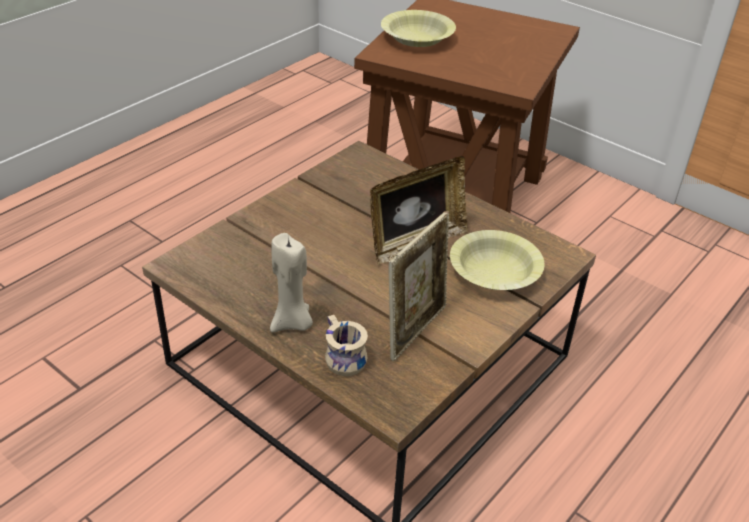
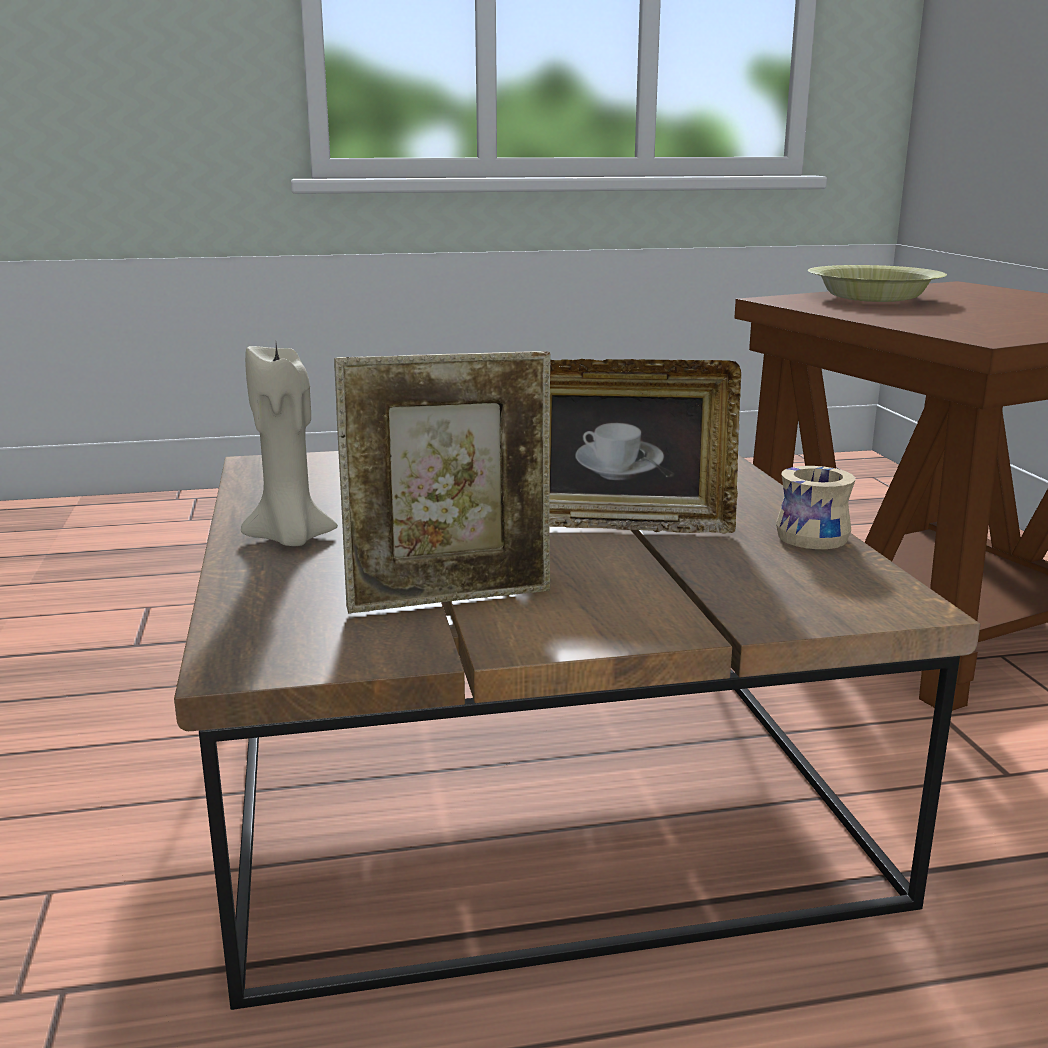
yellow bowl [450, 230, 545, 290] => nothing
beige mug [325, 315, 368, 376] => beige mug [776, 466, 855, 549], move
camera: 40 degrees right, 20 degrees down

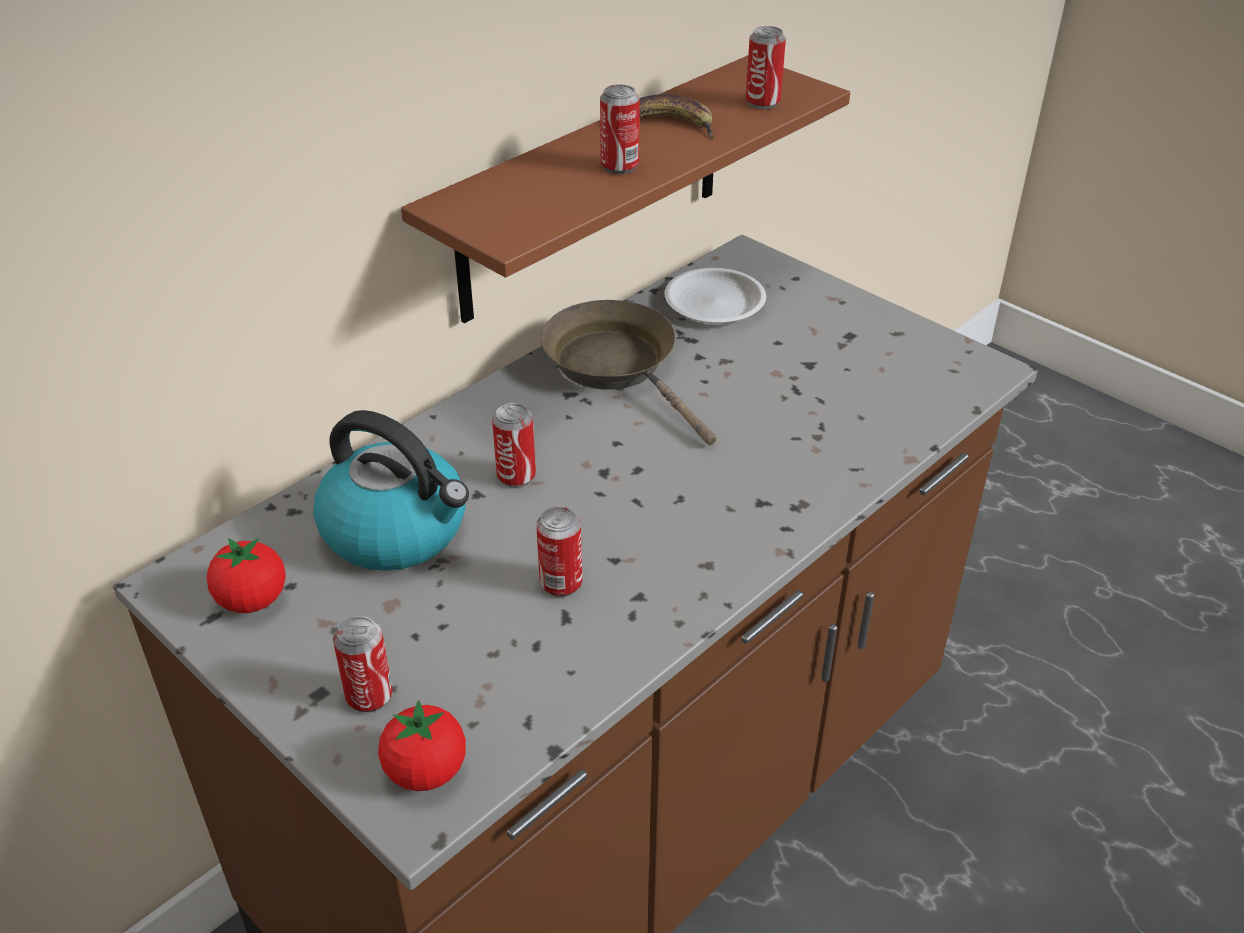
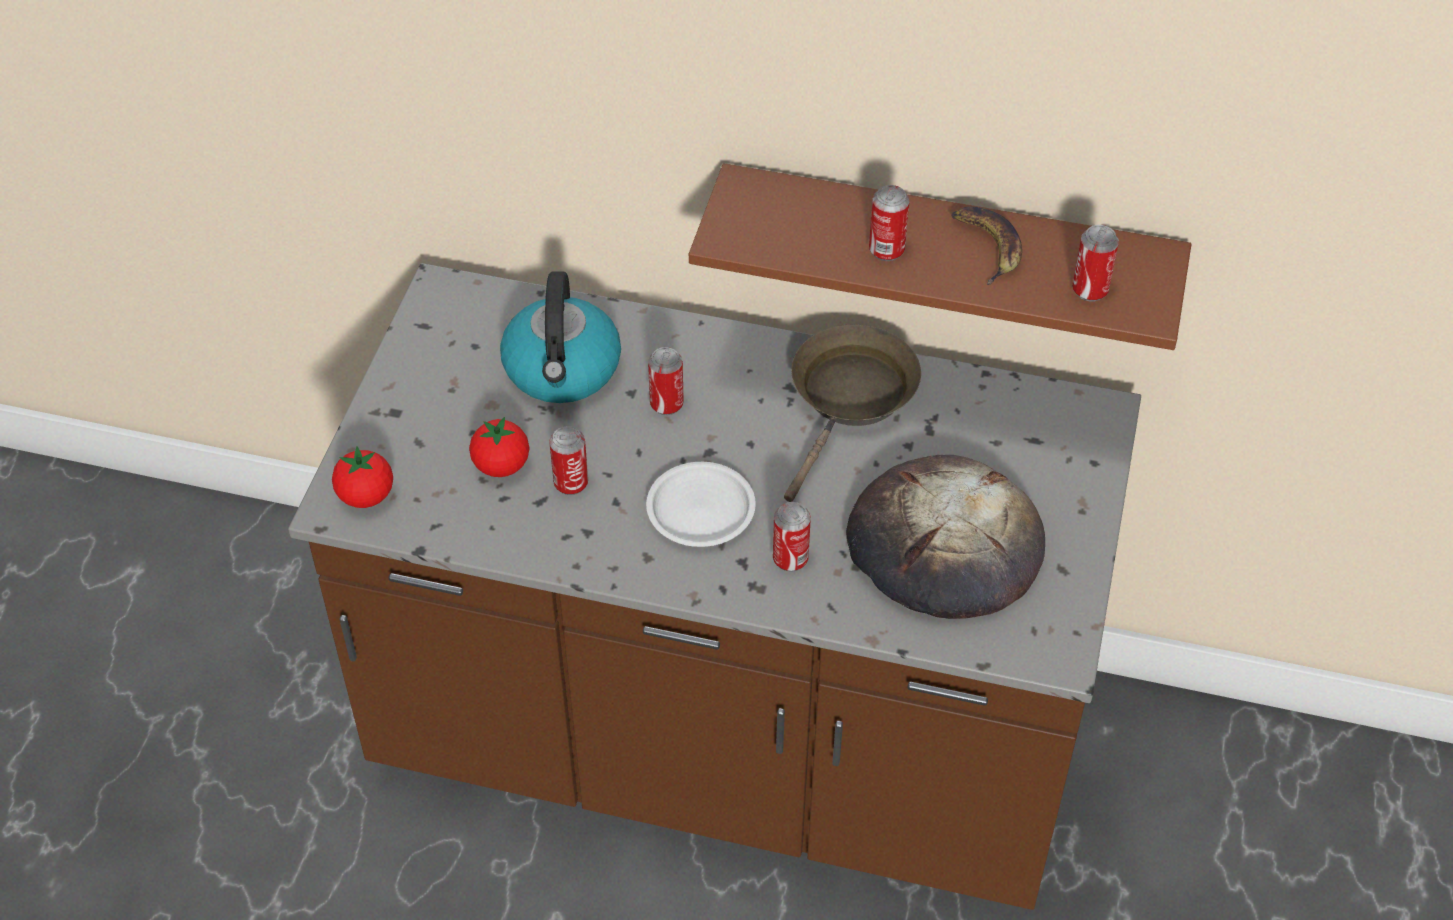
nothing => bread [846, 455, 1045, 619]
tomato [207, 538, 286, 613] => tomato [469, 417, 529, 477], move
can [333, 616, 393, 712] => can [773, 502, 811, 572], move
white plate [664, 268, 766, 323] => white plate [646, 462, 756, 547], move
camera: 60 degrees right, 10 degrees up

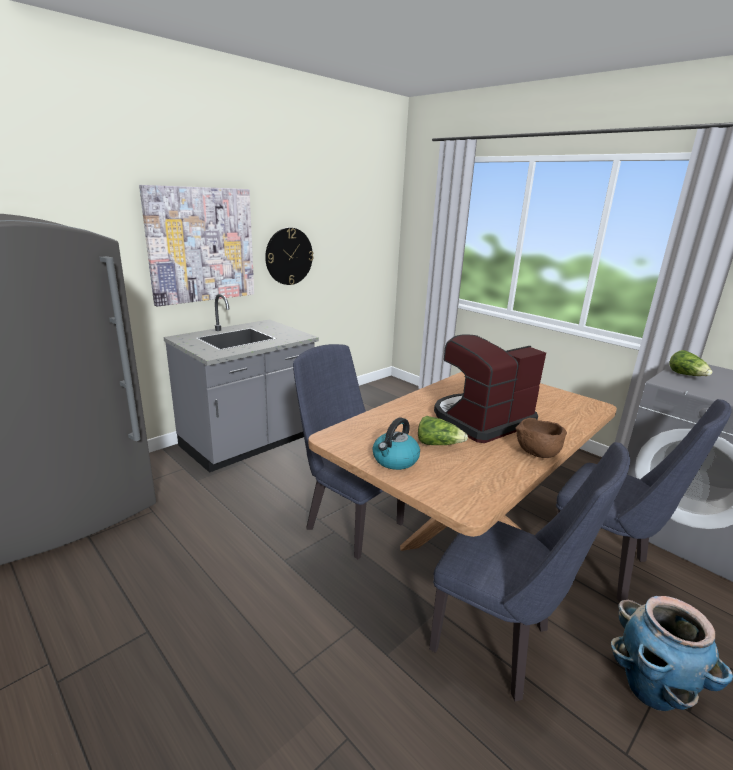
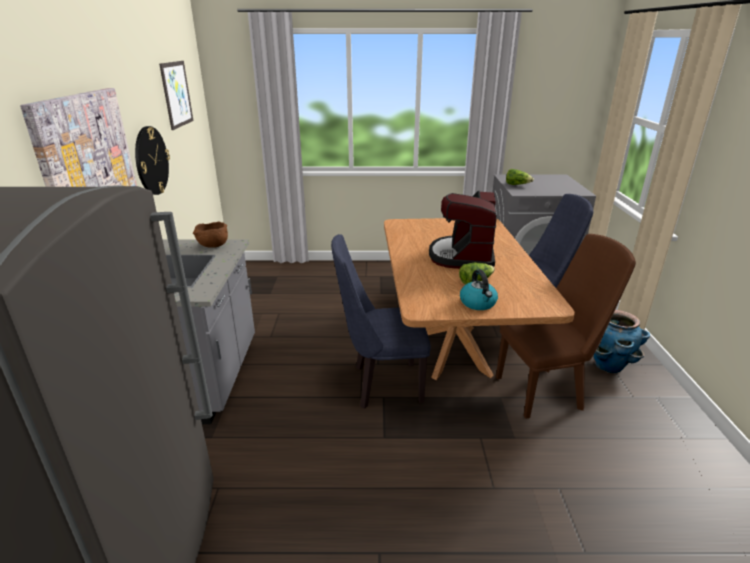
nothing => picture [159, 61, 194, 130]
brown bowl [515, 418, 567, 458] => brown bowl [193, 221, 228, 248], move
blue chair [429, 442, 630, 702] => brown chair [496, 234, 636, 419]
camera: 45 degrees left, 5 degrees up

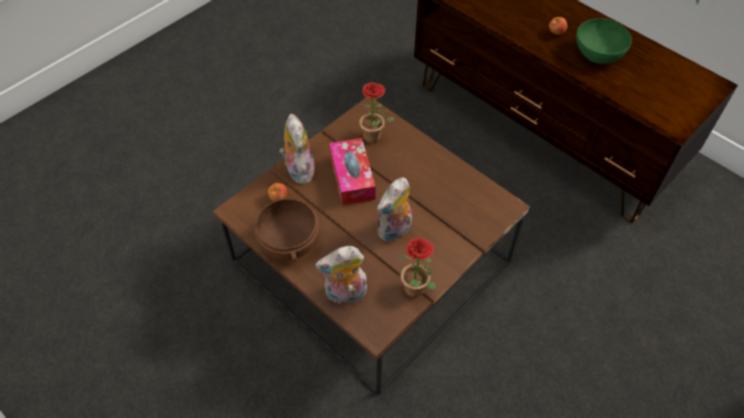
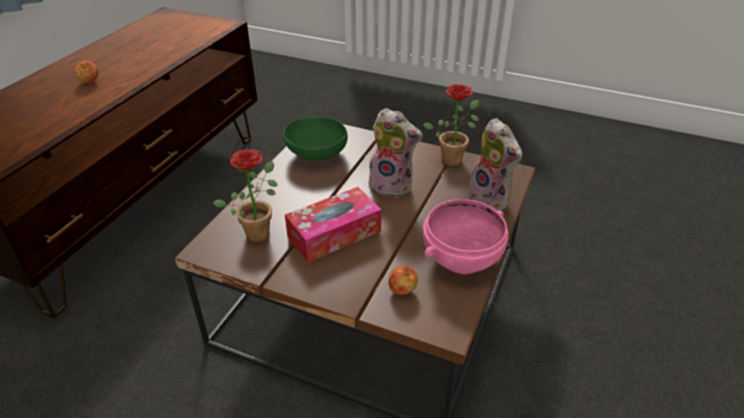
plush toy [279, 114, 315, 184] => nothing
green bowl [576, 18, 632, 64] => green bowl [283, 117, 348, 160], move
brown bowl [254, 197, 320, 262] => pink bowl [423, 199, 508, 274]
camera: 110 degrees left, 15 degrees down

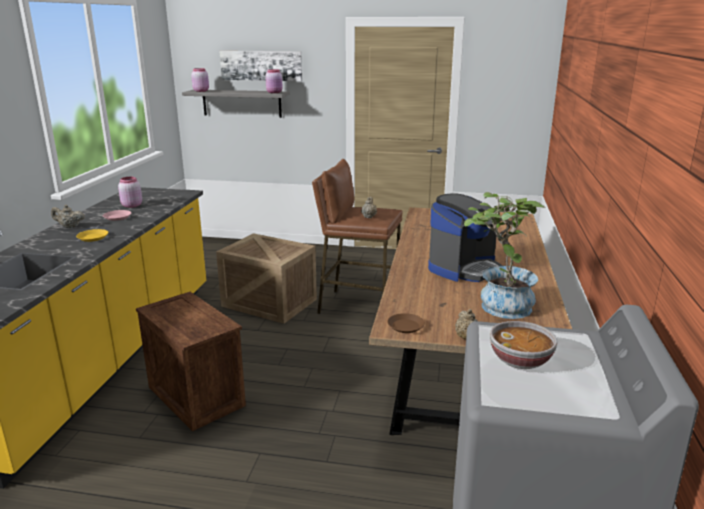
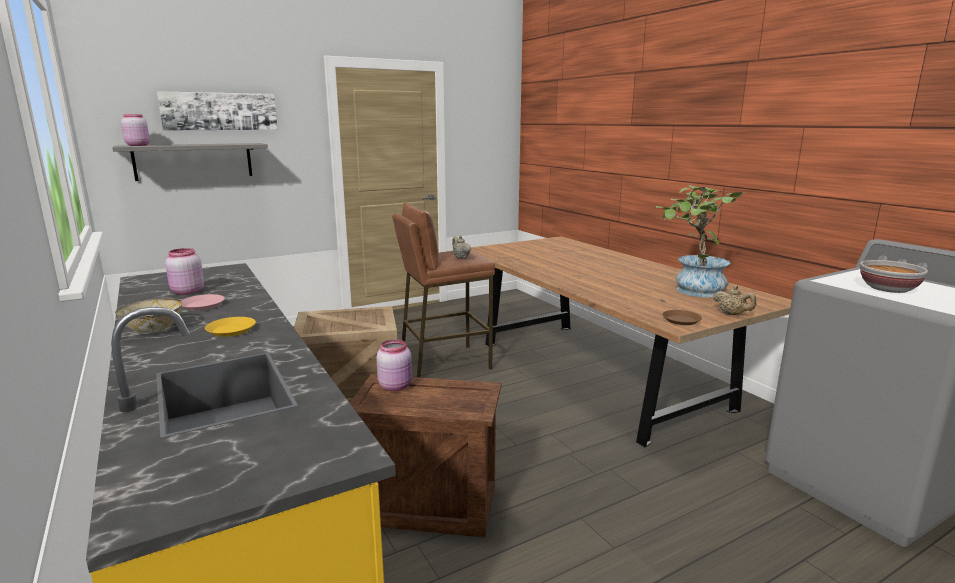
coffee machine [428, 193, 502, 282] => nothing
pink jar [265, 69, 283, 93] => pink jar [376, 339, 412, 391], move
beige teapot [51, 205, 85, 228] => bowl [115, 298, 182, 333]
camera: 40 degrees left, 5 degrees down

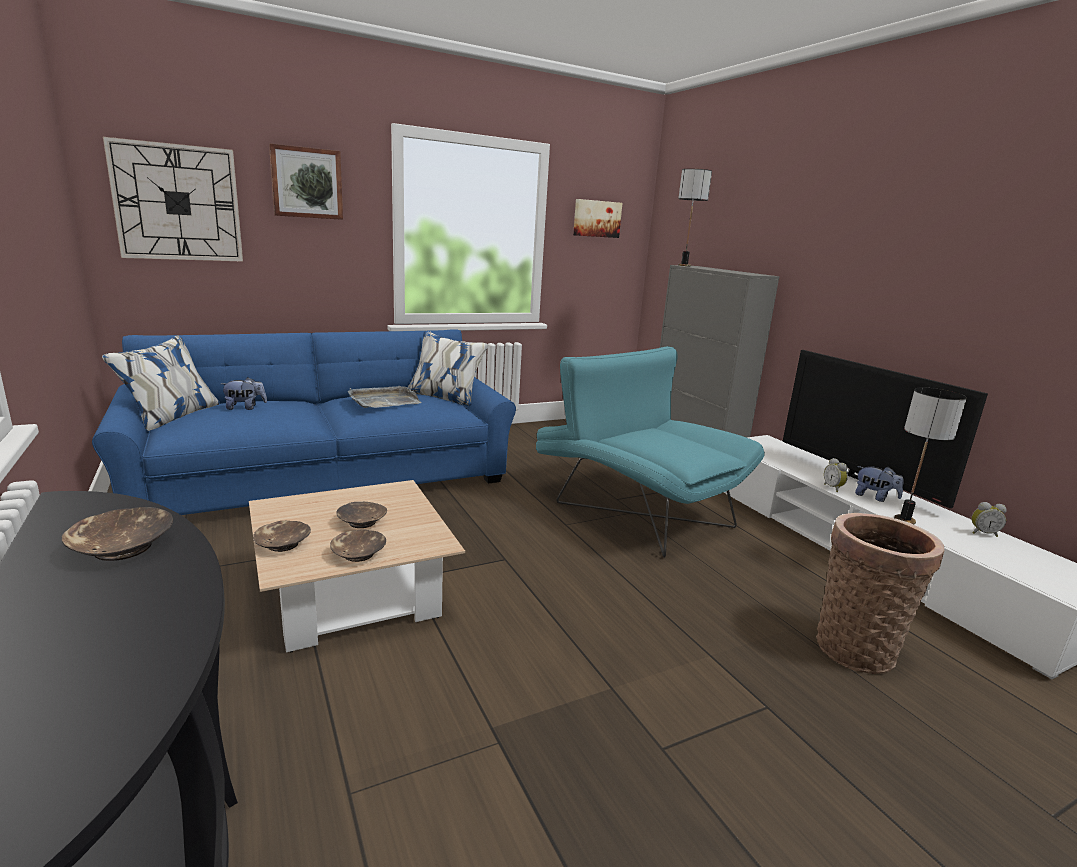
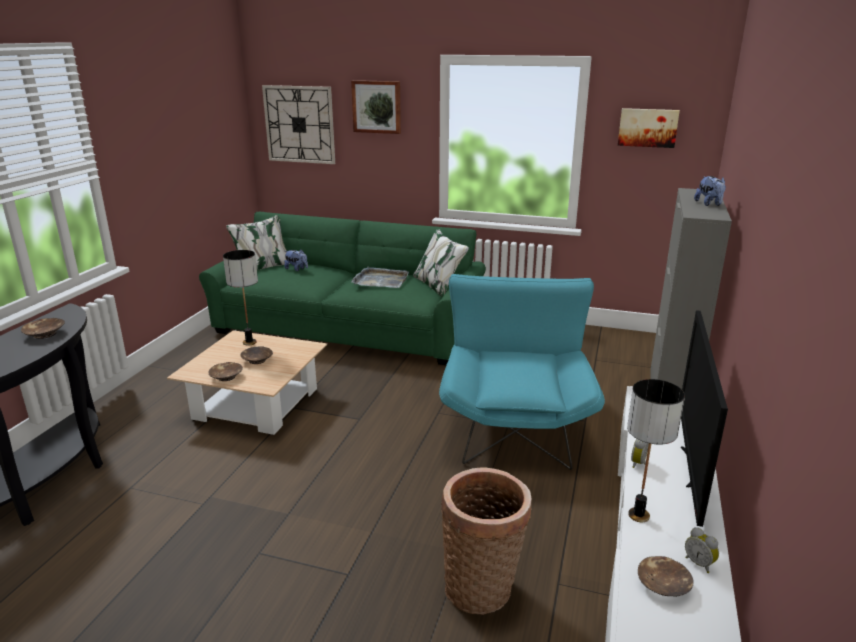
brown bowl [253, 521, 311, 552] => brown bowl [638, 556, 694, 597], move
table lamp [678, 169, 712, 266] => table lamp [223, 250, 258, 346], move
plush toy [855, 466, 904, 502] => plush toy [694, 176, 726, 206], move
blue sofa [92, 329, 516, 515] => green sofa [199, 212, 486, 365]
camera: 45 degrees right, 5 degrees up

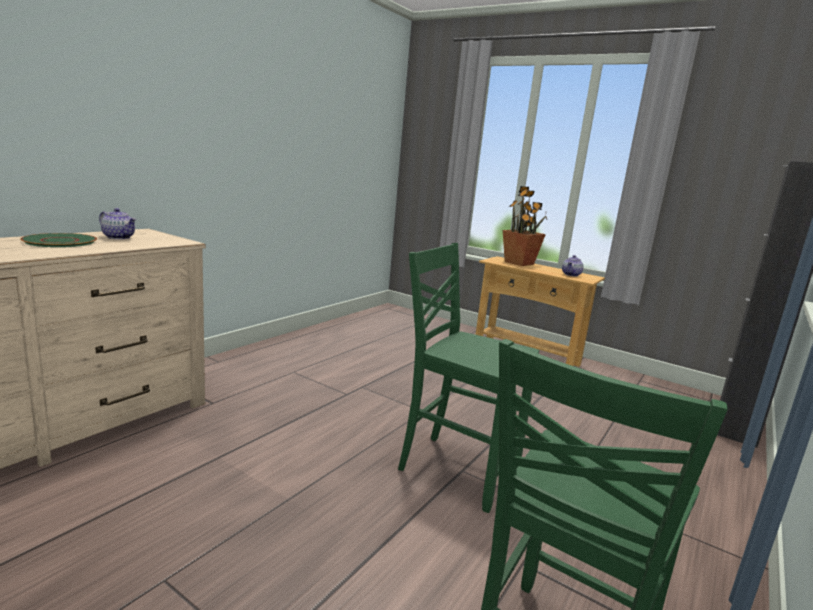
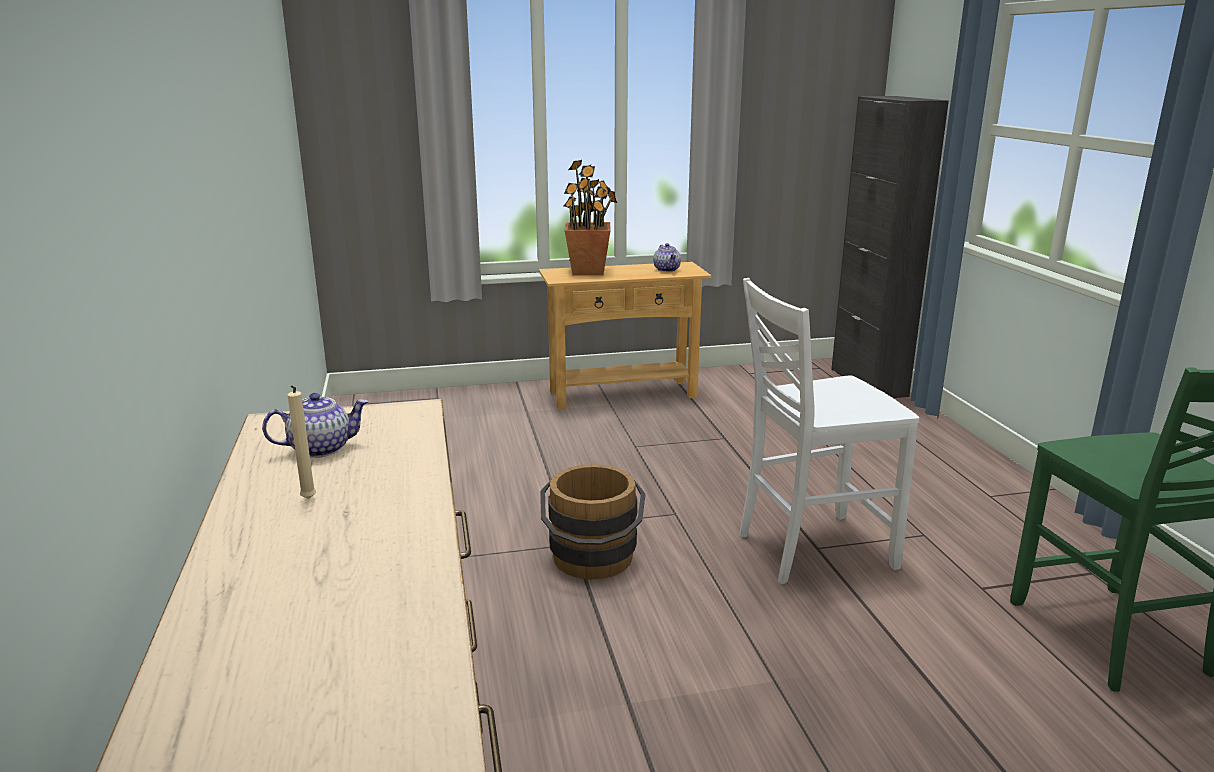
nothing => brown bucket [540, 464, 645, 579]
green plate [20, 233, 97, 247] => beige candle [287, 385, 316, 499]
green chair [398, 243, 539, 513] => white chair [739, 278, 919, 584]
camera: 45 degrees left, 5 degrees up

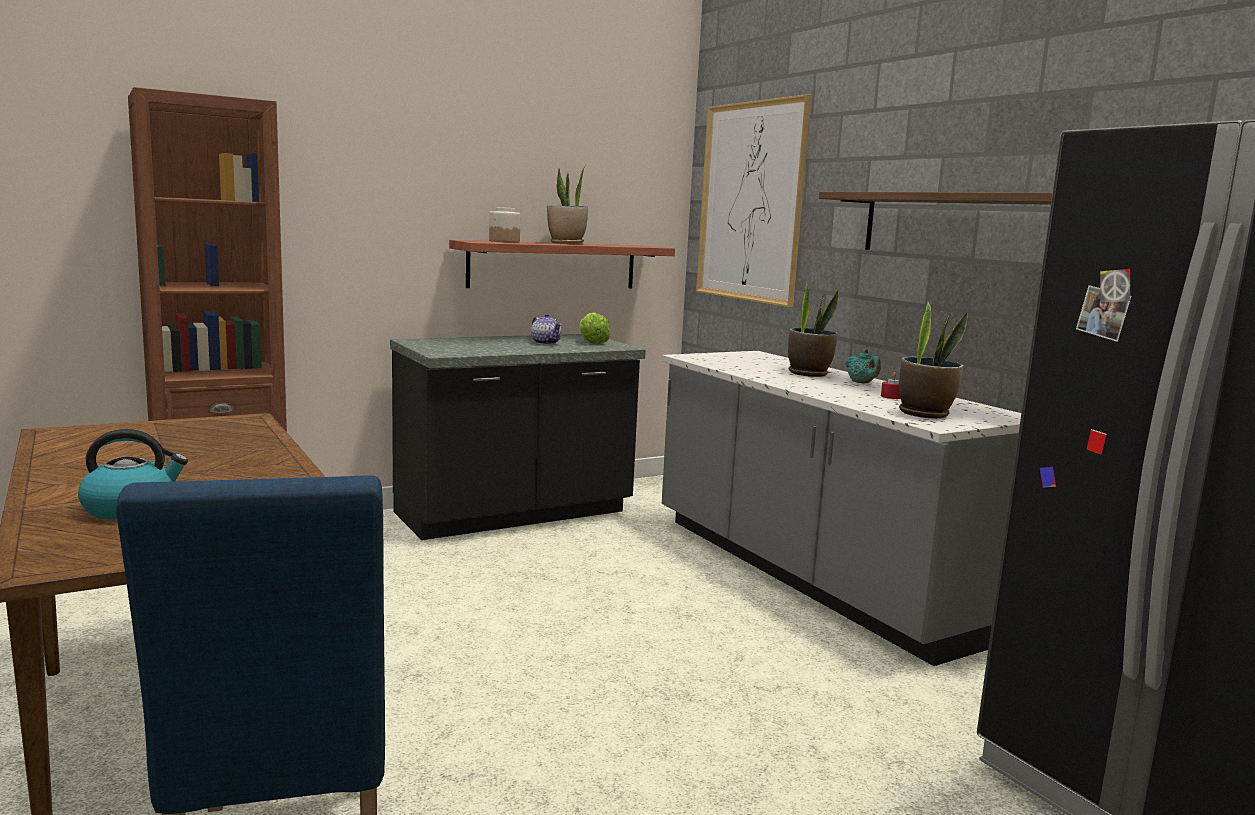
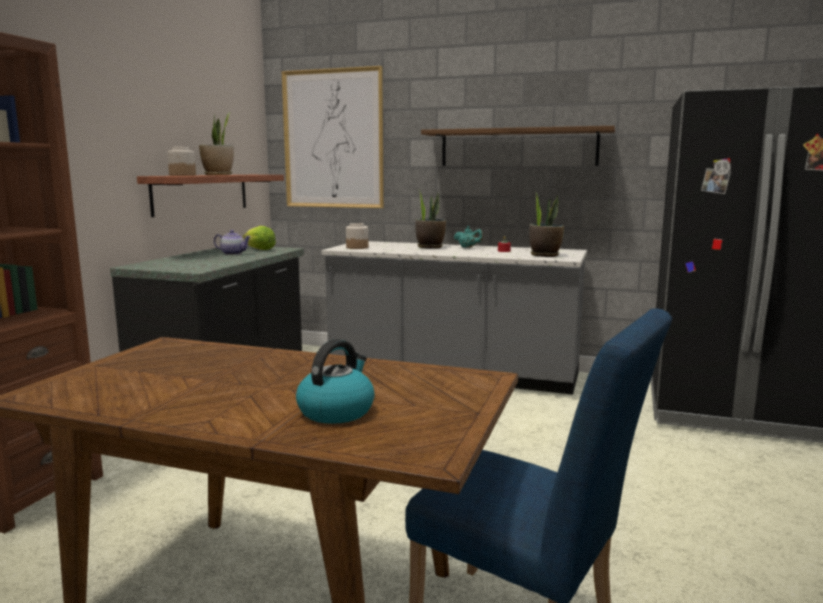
nothing => jar [346, 223, 368, 249]
camera: 40 degrees left, 0 degrees up

